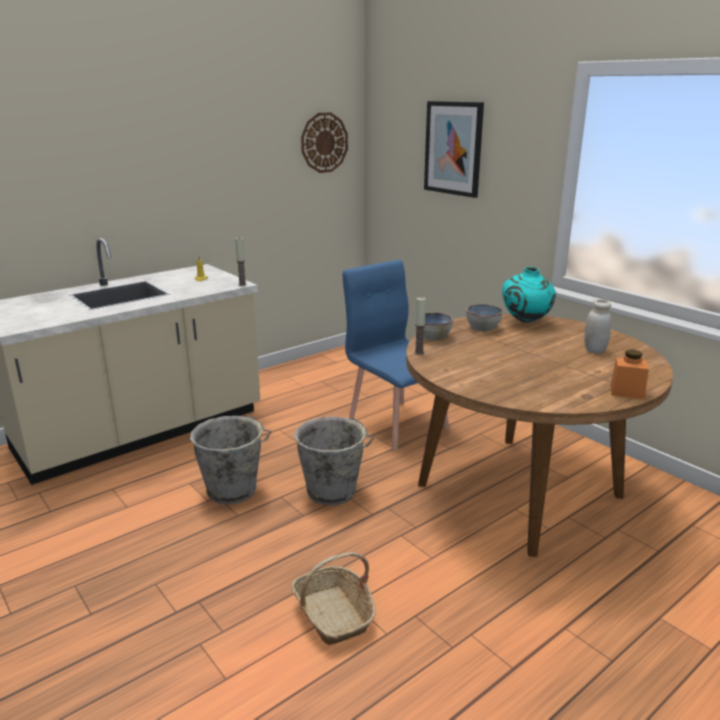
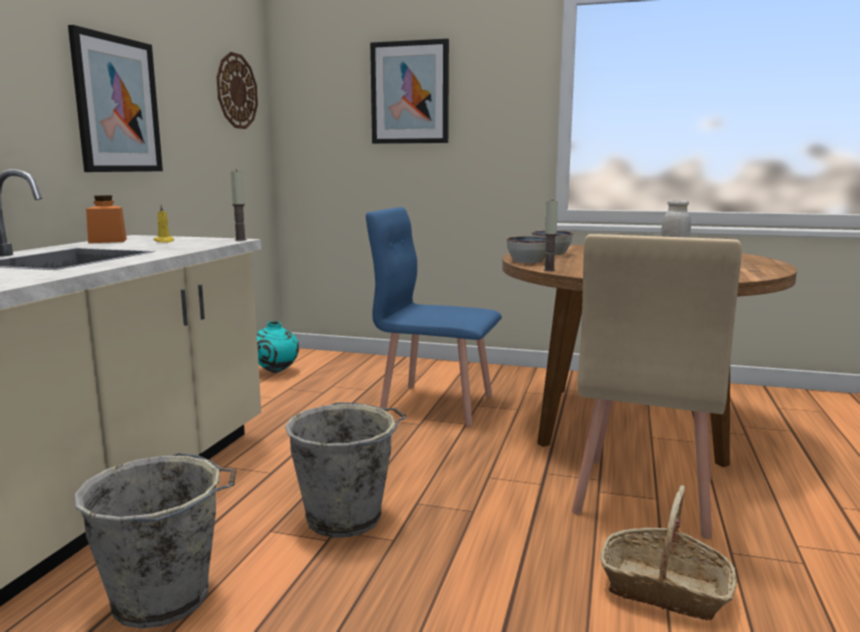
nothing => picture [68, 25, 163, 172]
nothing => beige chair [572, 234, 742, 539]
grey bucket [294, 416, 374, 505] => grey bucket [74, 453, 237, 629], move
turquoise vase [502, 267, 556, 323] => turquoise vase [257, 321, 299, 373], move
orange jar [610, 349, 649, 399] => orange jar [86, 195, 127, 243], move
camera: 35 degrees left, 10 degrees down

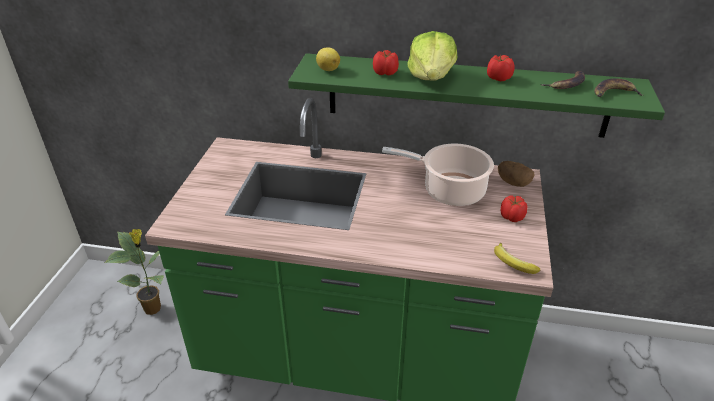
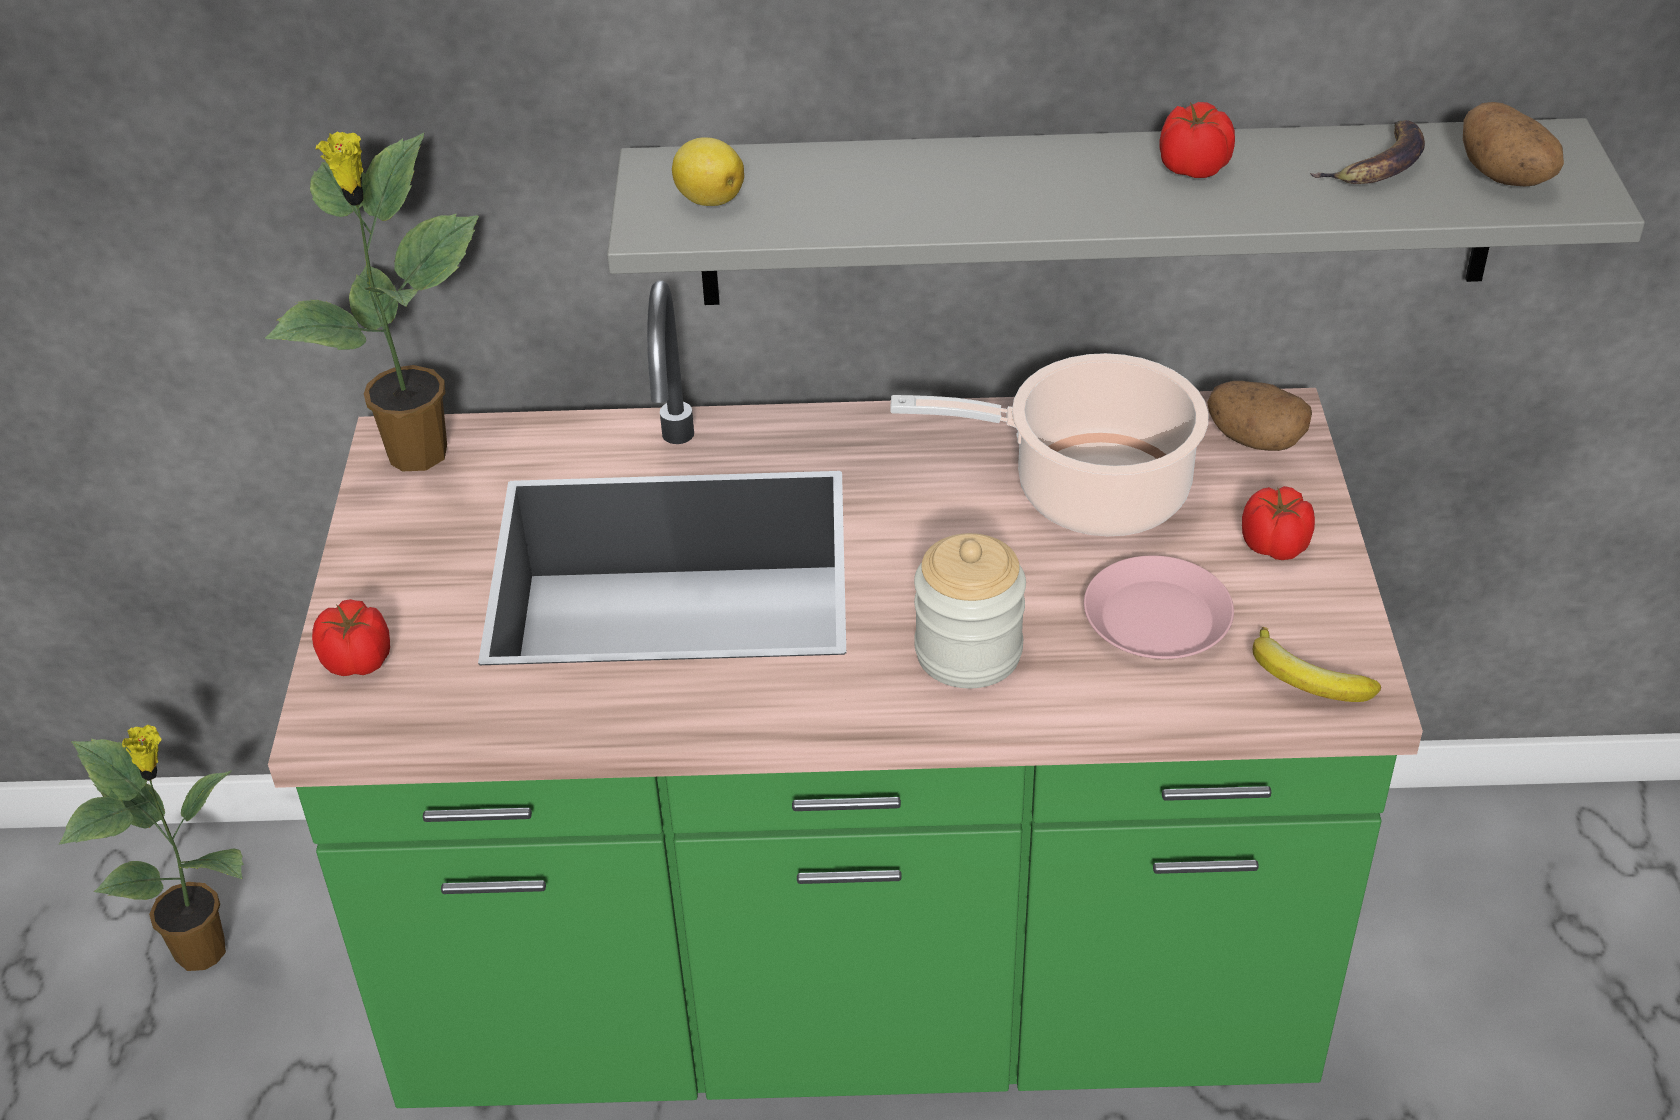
lettuce [407, 31, 457, 80] => nothing
nothing => potted plant [265, 132, 479, 471]
nothing => jar [914, 533, 1026, 688]
nothing => pink plate [1084, 555, 1234, 659]
tomato [373, 50, 399, 75] => tomato [312, 599, 390, 676], move
banana [595, 79, 642, 97] => potato [1463, 102, 1564, 186]
green shelf [288, 53, 665, 138] => grey shelf [607, 118, 1645, 305]
camera: 10 degrees left, 5 degrees up

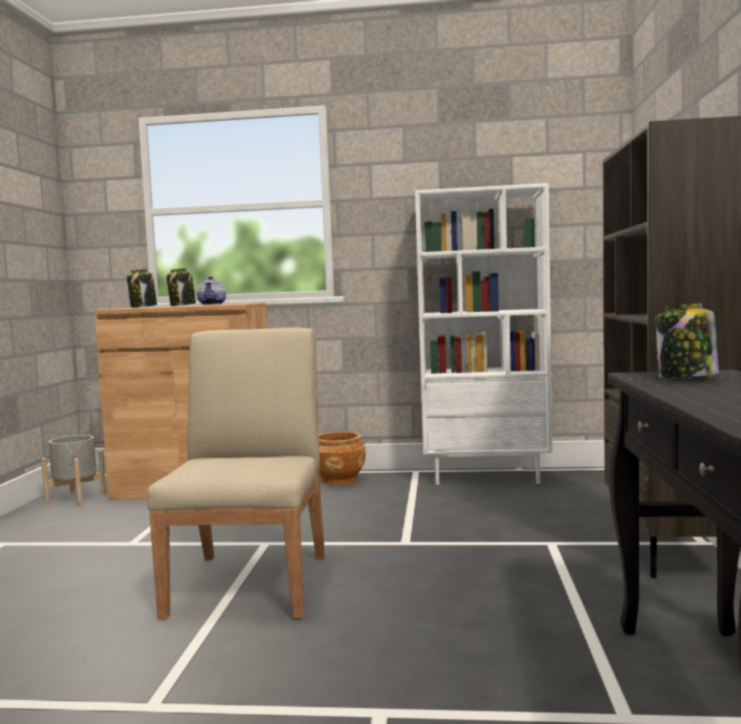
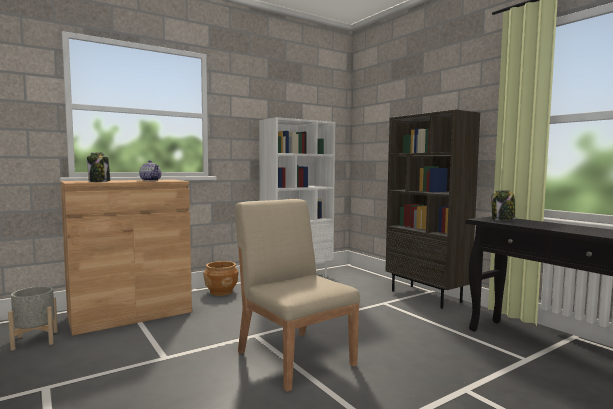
jar [167, 268, 196, 306] => nothing
camera: 40 degrees left, 0 degrees up

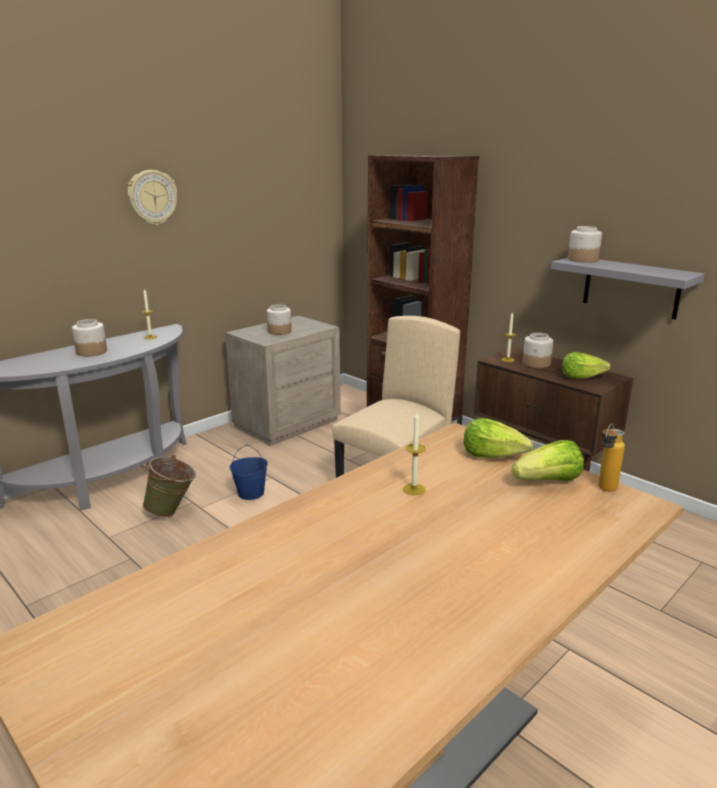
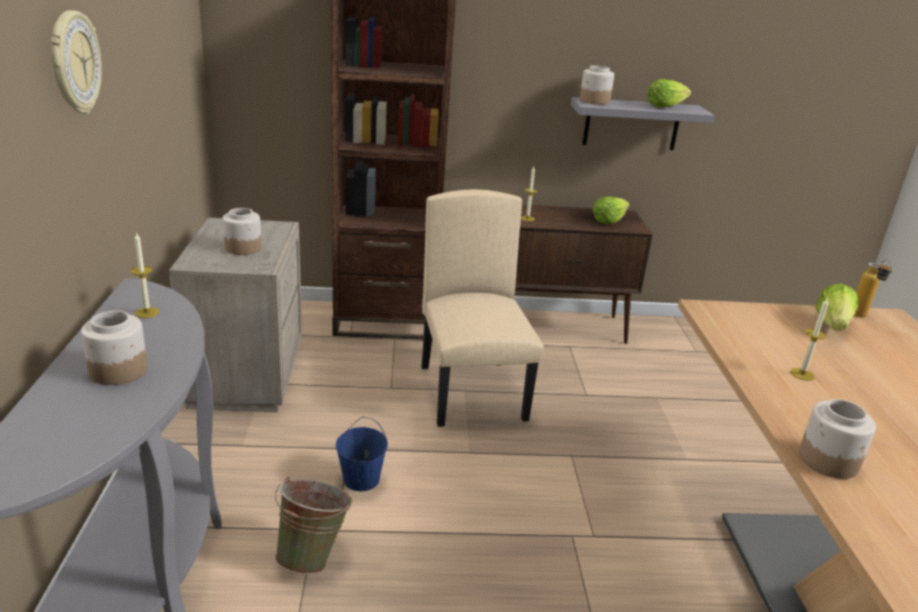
lettuce [464, 418, 533, 458] => lettuce [647, 79, 691, 108], move
jar [523, 333, 553, 368] => jar [799, 399, 876, 479], move
camera: 50 degrees left, 5 degrees up

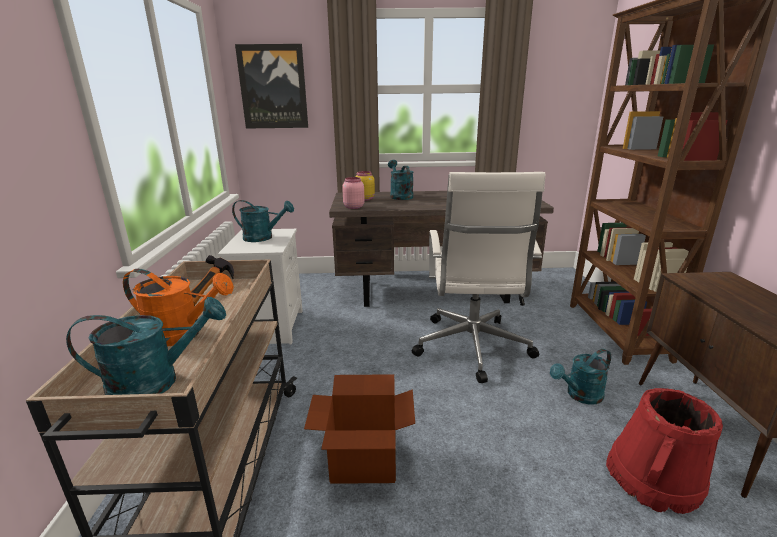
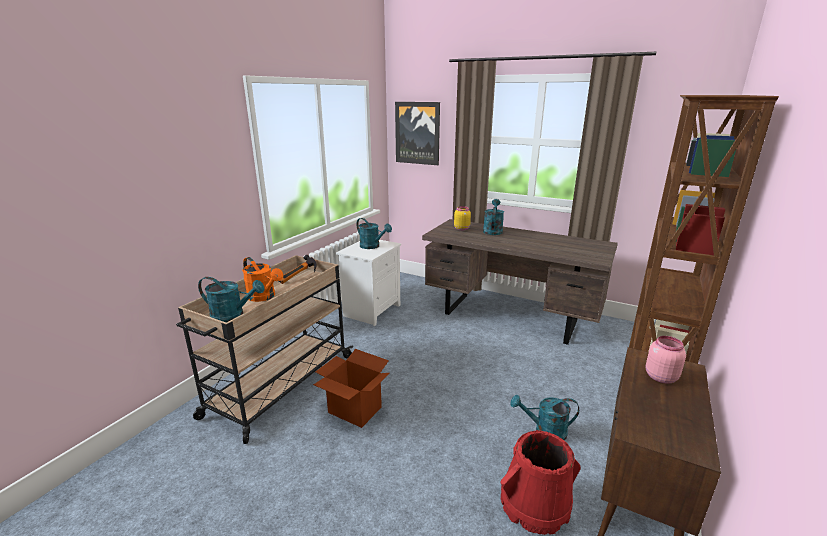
white office chair [412, 172, 545, 383] => nothing
pink jar [342, 177, 365, 209] => pink jar [646, 336, 686, 384], move
camera: 30 degrees right, 0 degrees up

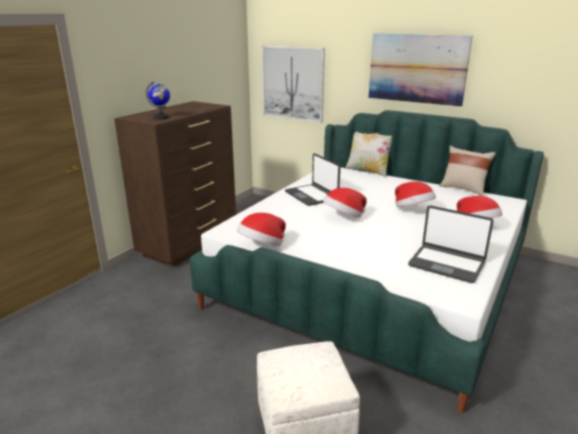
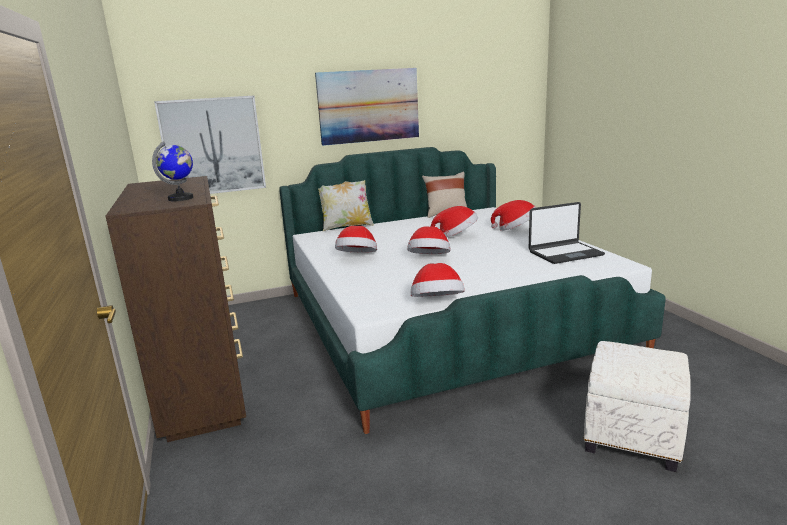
laptop [285, 153, 340, 206] => hat [335, 226, 377, 253]
camera: 50 degrees left, 5 degrees down

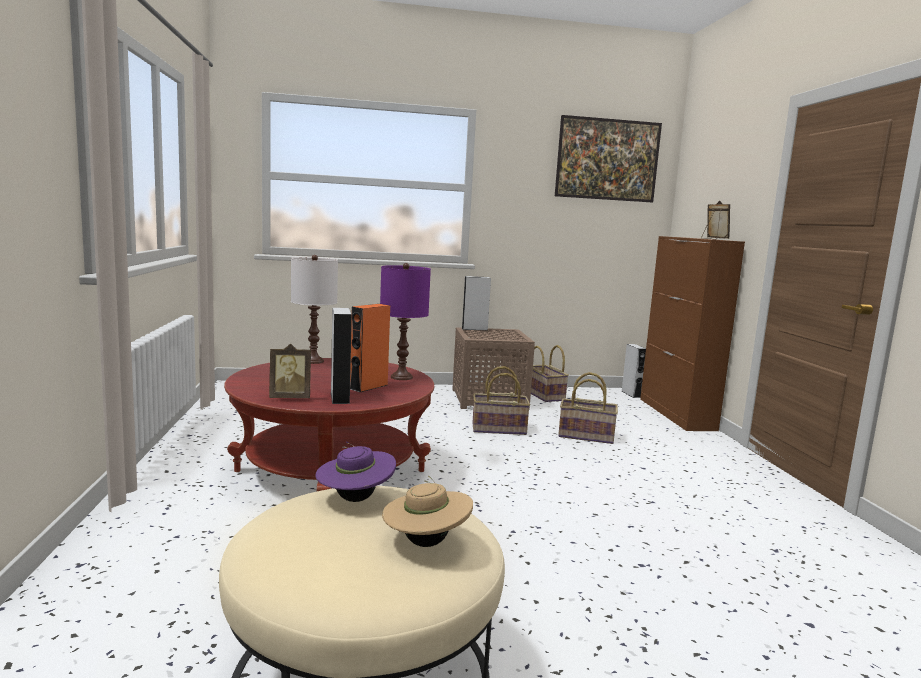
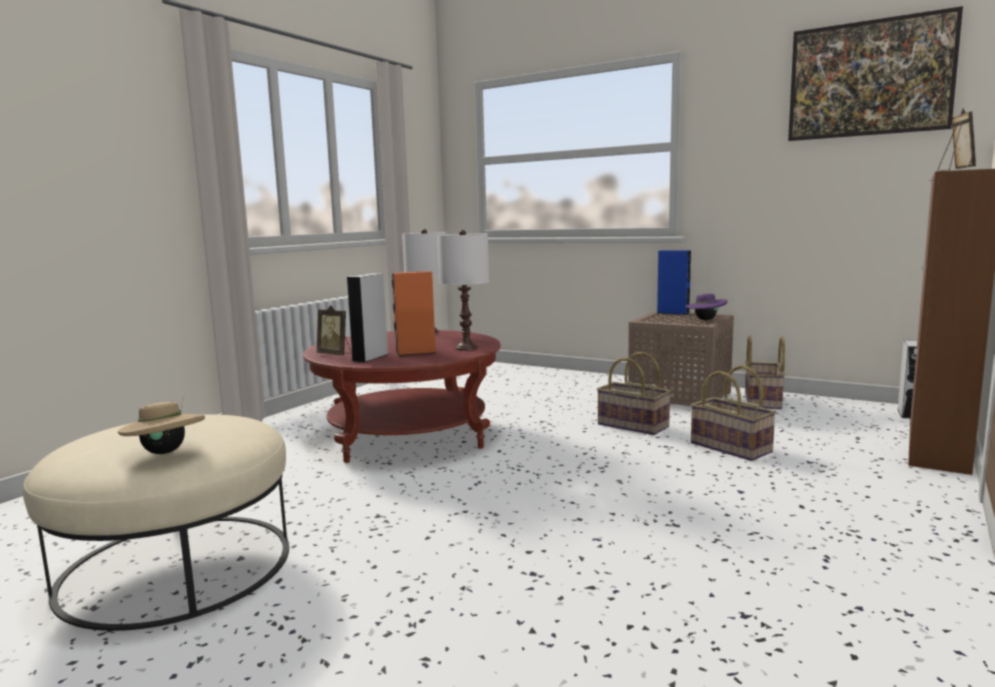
purple hat [315, 441, 396, 502] => purple hat [685, 292, 727, 320], move
purple table lamp [380, 263, 431, 380] => white table lamp [437, 230, 489, 351]
grey speaker [462, 276, 491, 331] => blue speaker [657, 250, 691, 315]
camera: 40 degrees right, 0 degrees up

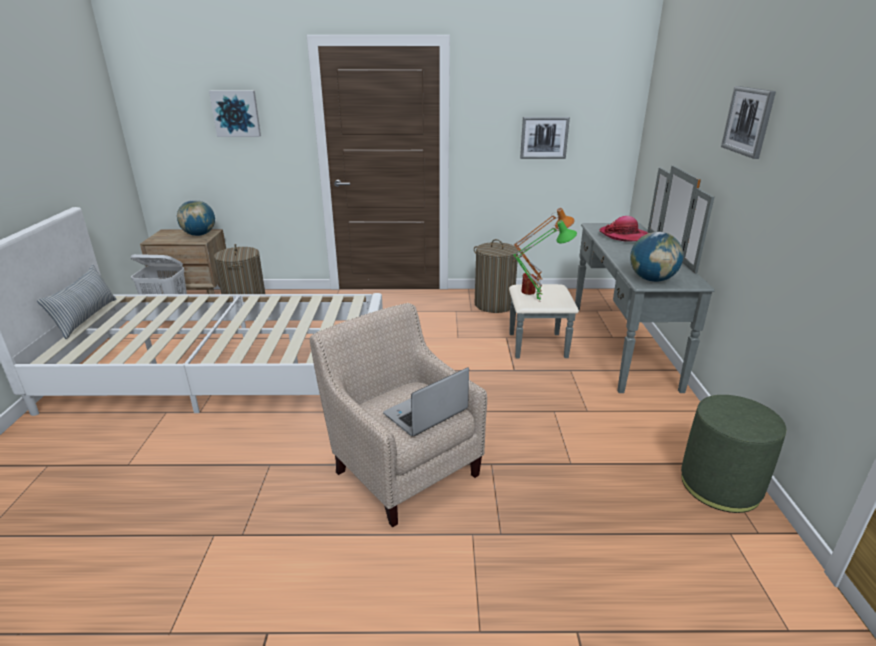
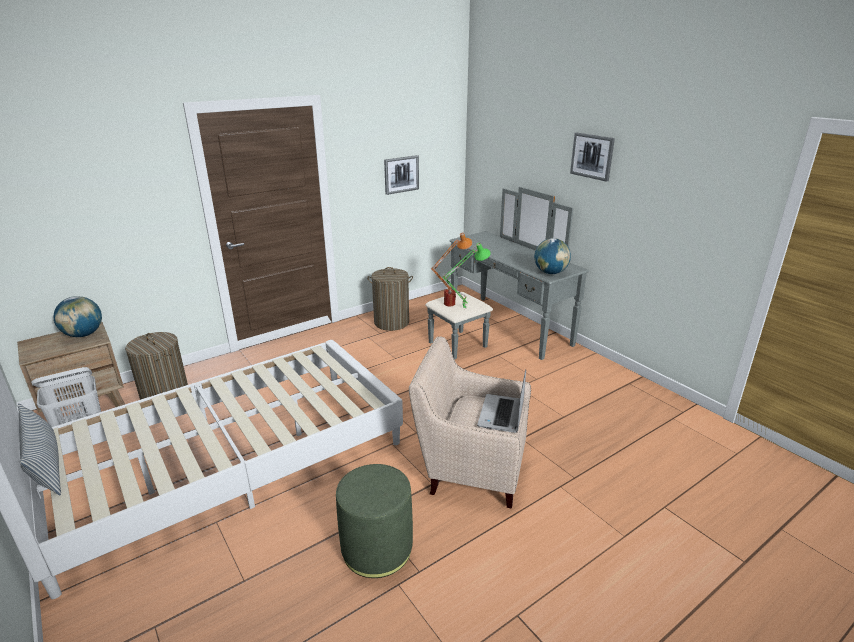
picture [209, 91, 261, 137] => nothing
hat [599, 216, 648, 241] => nothing
green ottoman [681, 395, 786, 513] => green ottoman [336, 464, 413, 578], move
camera: 35 degrees left, 0 degrees up

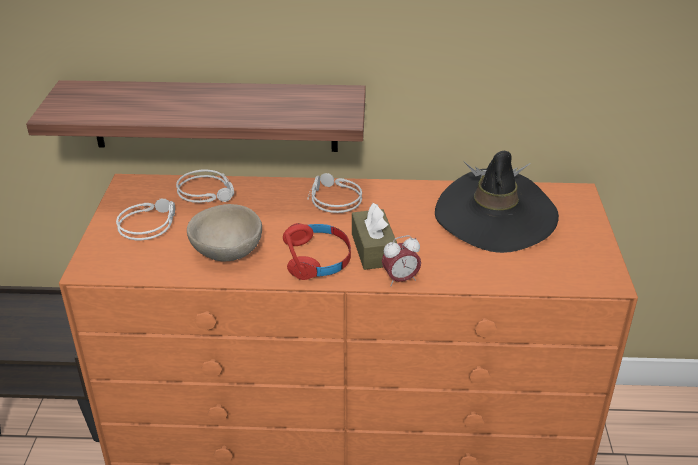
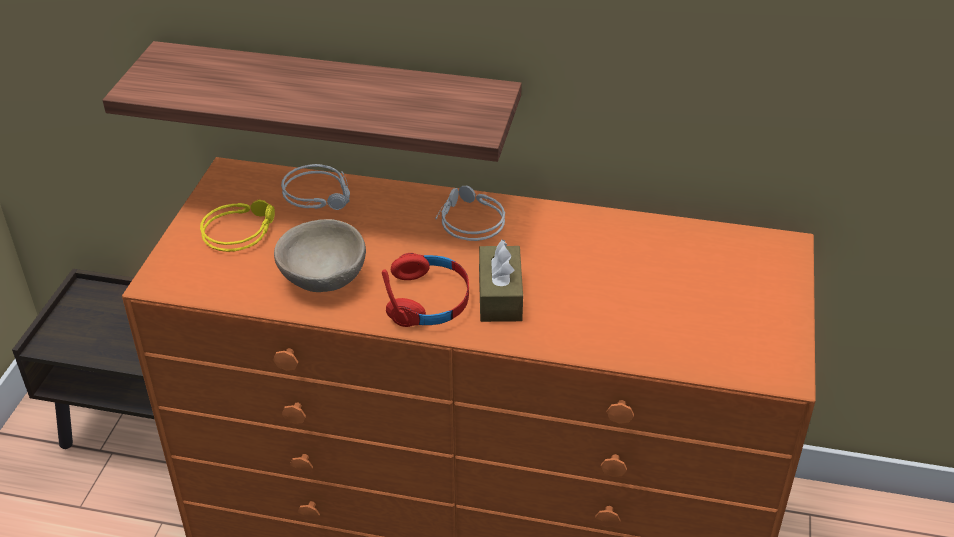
alarm clock [382, 235, 421, 286] => nothing
black hat [435, 151, 559, 253] => nothing
grey headphones [116, 198, 175, 240] => yellow headphones [200, 200, 275, 252]
camera: 10 degrees right, 5 degrees up

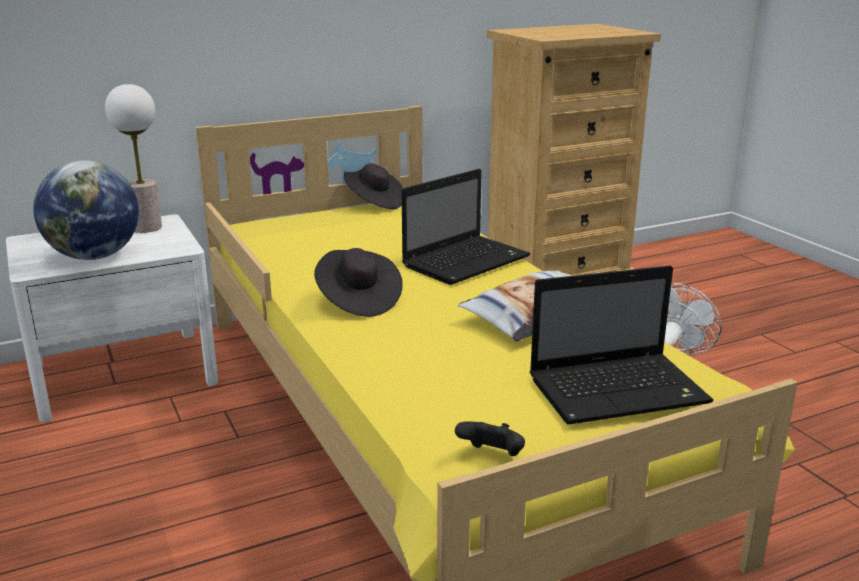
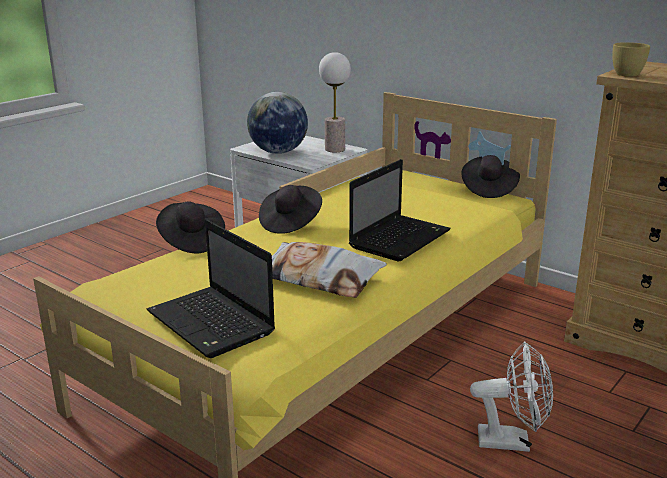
black game controller [455, 421, 525, 456] => nothing
nothing => black hat [156, 202, 225, 253]
nothing => yellow cup [612, 42, 650, 77]
laptop [402, 169, 531, 285] => laptop [349, 159, 451, 262], 75 degrees counterclockwise
camera: 65 degrees right, 0 degrees up

